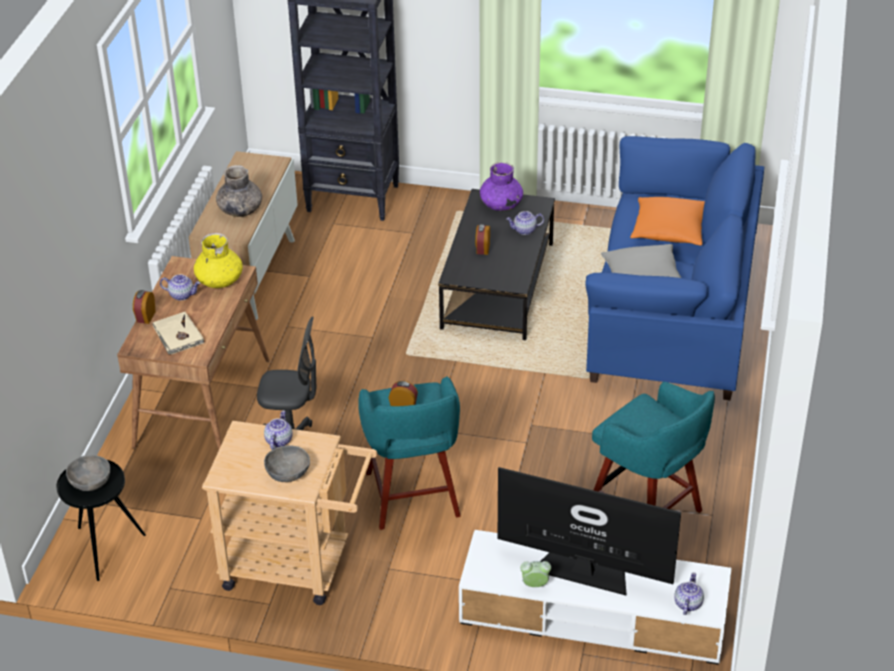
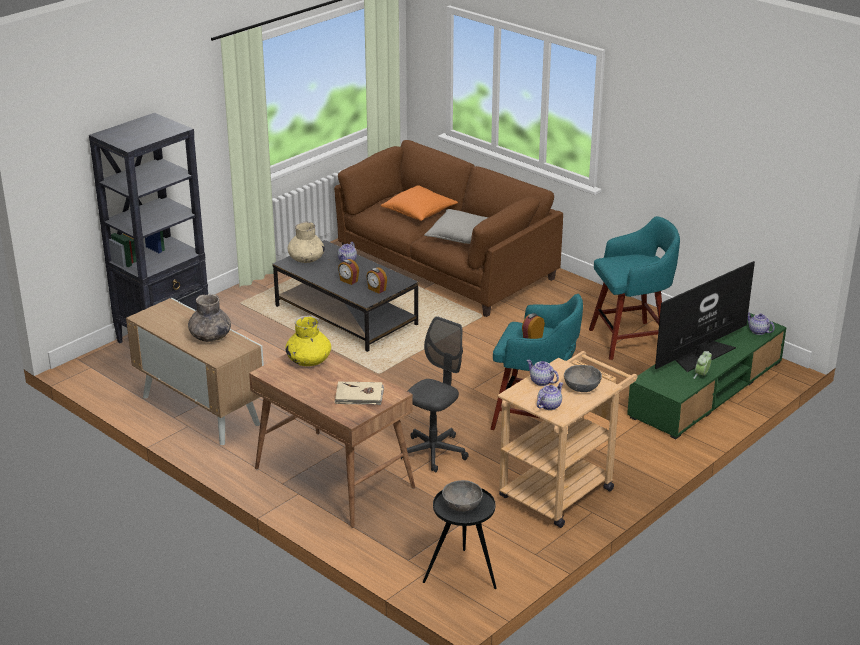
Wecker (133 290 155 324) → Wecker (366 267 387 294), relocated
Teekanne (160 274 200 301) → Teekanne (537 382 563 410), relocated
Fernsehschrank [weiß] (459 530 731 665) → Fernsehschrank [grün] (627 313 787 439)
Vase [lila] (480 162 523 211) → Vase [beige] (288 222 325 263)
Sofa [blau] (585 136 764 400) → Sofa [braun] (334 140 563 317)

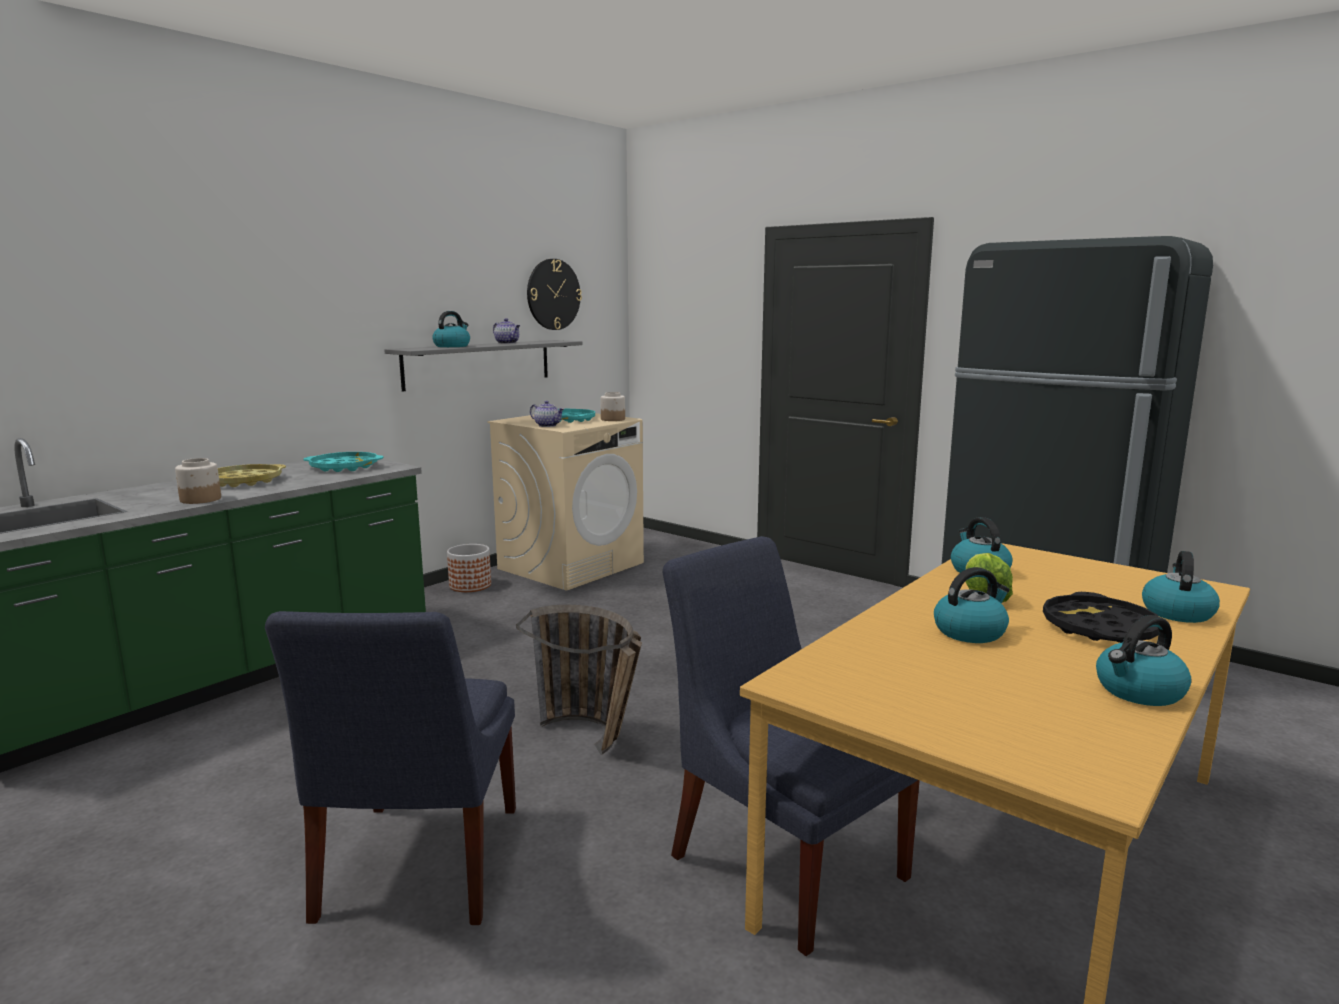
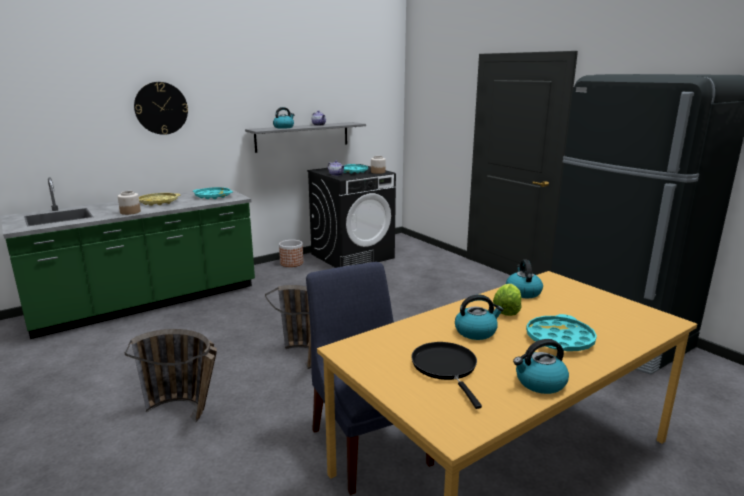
Stuhl [blau] (265 611 516 925) → Korb (125 329 217 422)
Waschmaschine [beige] (487 413 644 591) → Waschmaschine [schwarz] (307 164 396 268)
Wanduhr (527 259 582 330) → Wanduhr (134 82 188 135), relocated
Tablett [schwarz] (1043 592 1159 643) → Tablett [türkis] (526 314 597 351)
Wasserkessel (1142 551 1220 623) → -
- → Pfanne [schwarz] (411 342 482 409)

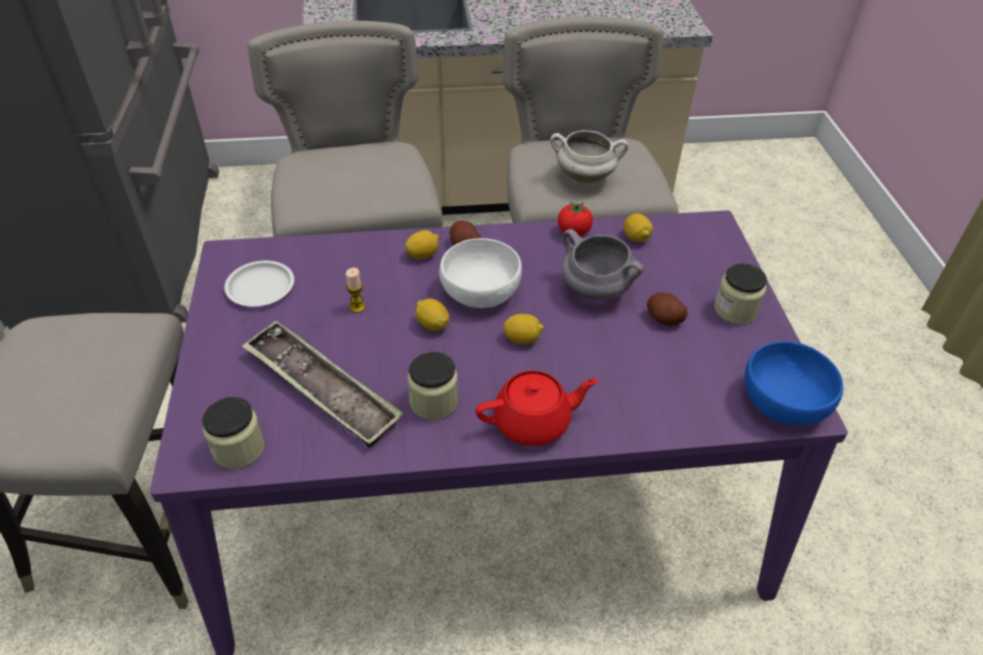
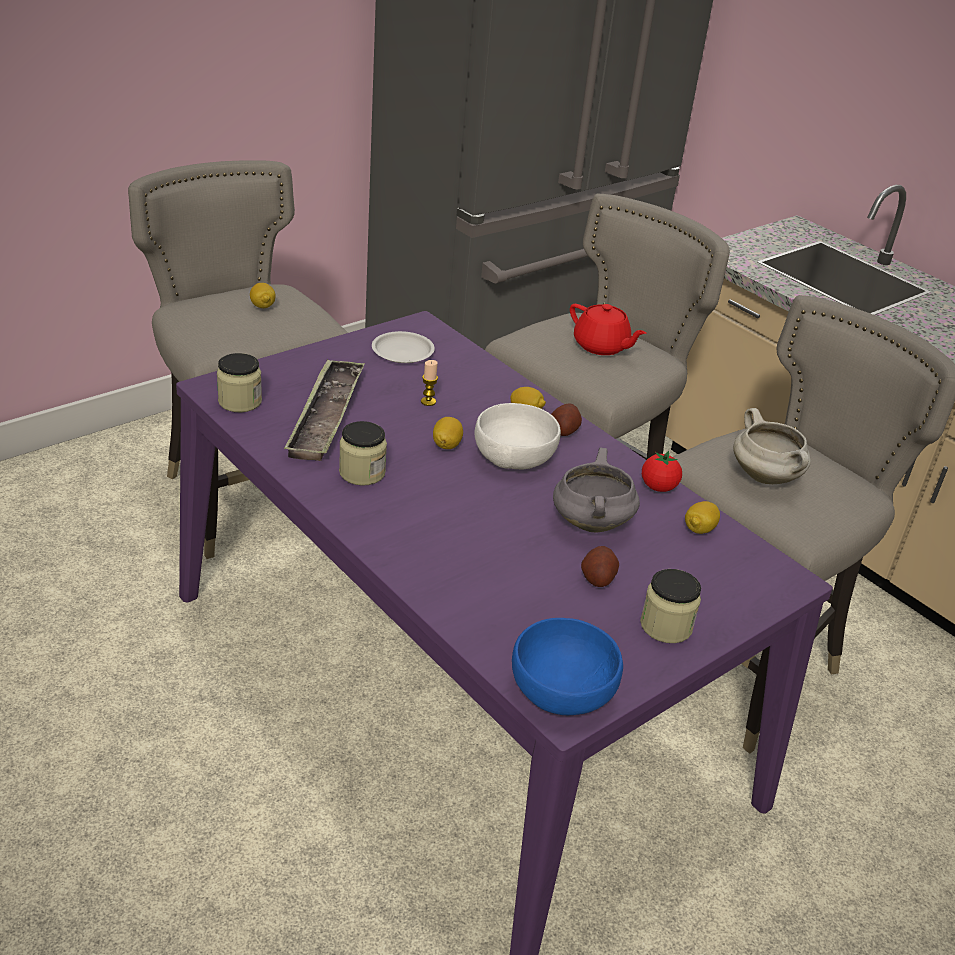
Teekanne [rot] (476 371 598 446) → Teekanne [rot] (570 304 646 355), relocated
Zitrone (504 314 544 344) → Zitrone (250 283 276 308), relocated

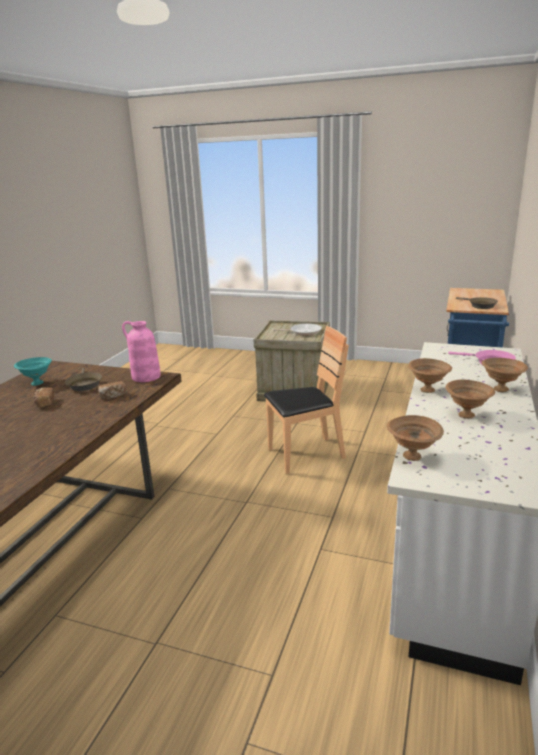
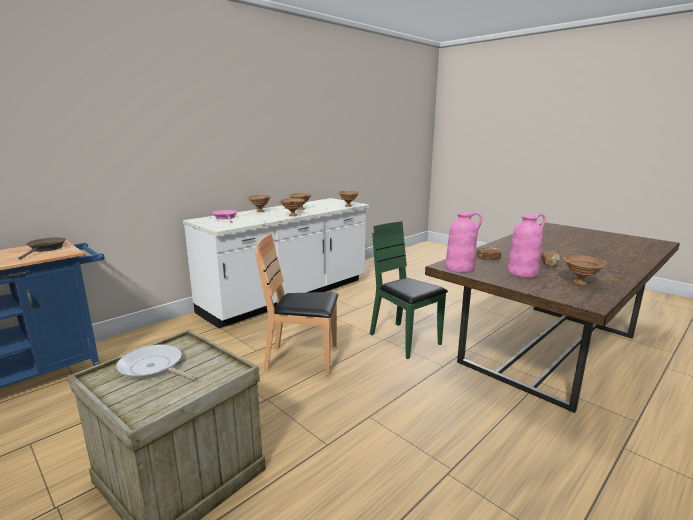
Schüssel [türkis] (14 357 52 386) → Schüssel [braun] (563 255 607 285)
Pfanne [braun] (65 368 102 391) → Vase [rosa] (507 213 546 278)
- → Stuhl [grün] (370 221 448 359)

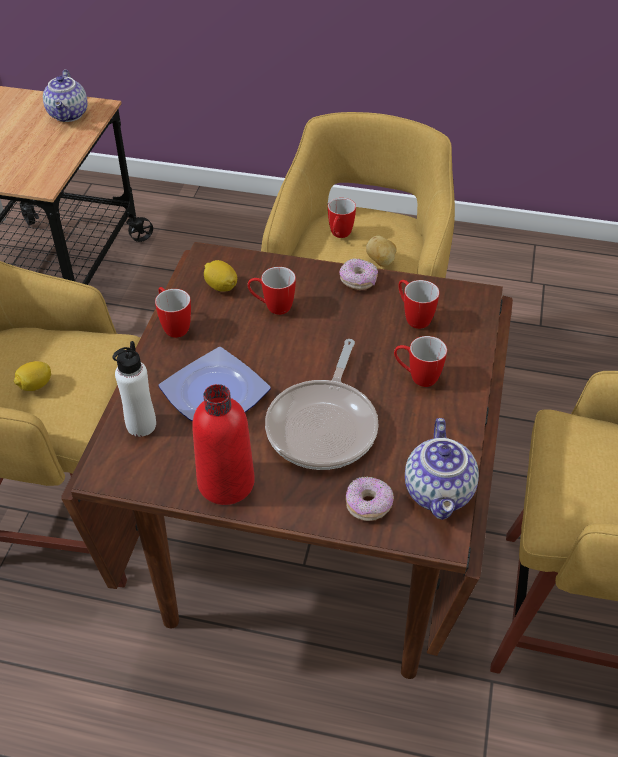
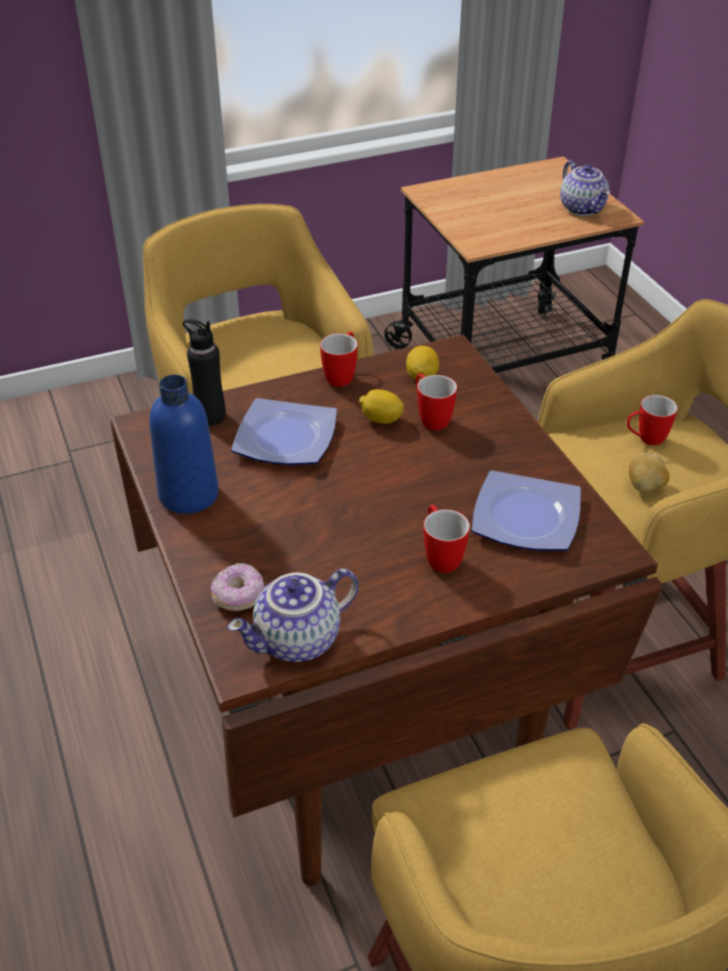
Zitrone (14 361 51 391) → Zitrone (359 389 404 424), relocated
Teekanne (43 69 88 122) → Teekanne (560 160 610 216), 75 degrees counterclockwise
Flasche [weiß] (113 341 156 437) → Flasche [schwarz] (183 319 226 426)
Flasche [rot] (192 384 255 505) → Flasche [blau] (149 375 219 514)
Pfanne (265 339 378 470) → -
Donut (339 258 378 290) → -
Henkelbecher (398 280 440 329) → Teller (472 470 581 551)

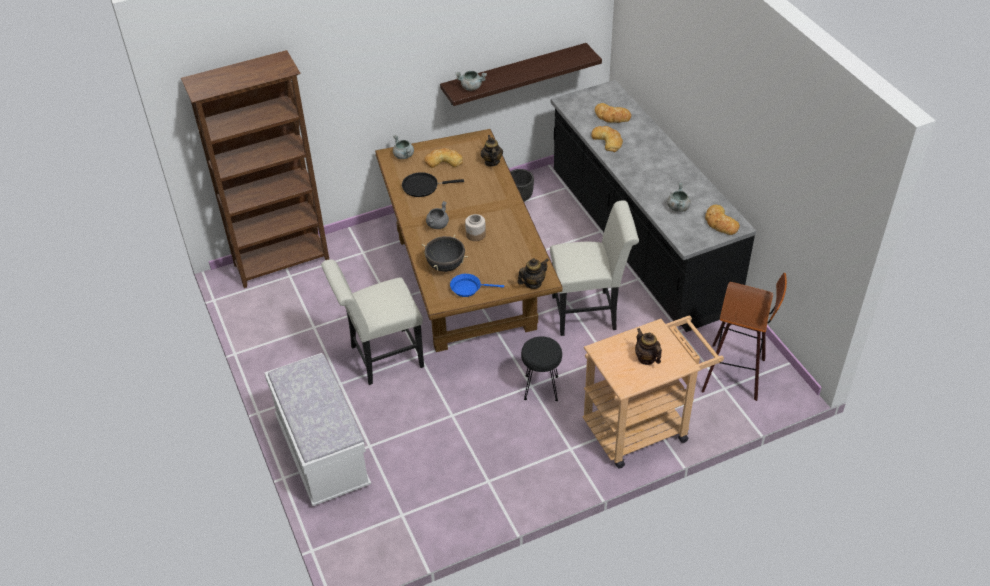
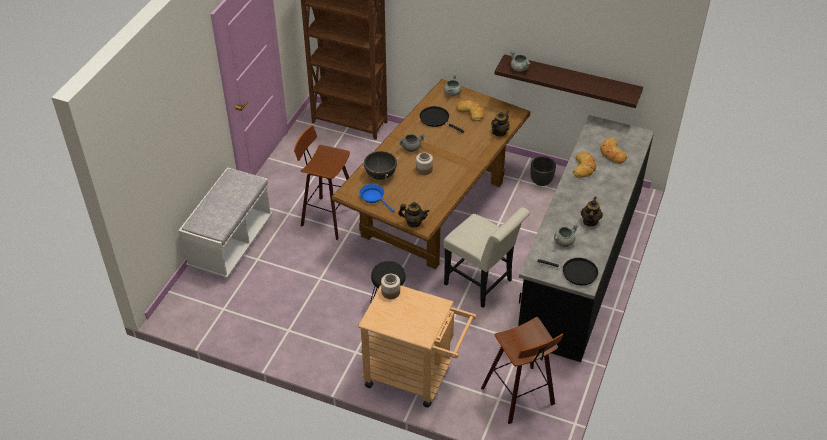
Stuhl [weiß] (321 259 424 385) → Hocker (294 125 350 240)
Teekanne (635 328 662 365) → Teekanne (581 196 603 226), relocated
Brot (705 205 740 235) → Pfanne [schwarz] (537 258 598 285)
- → Vorratsglas (381 274 400 299)

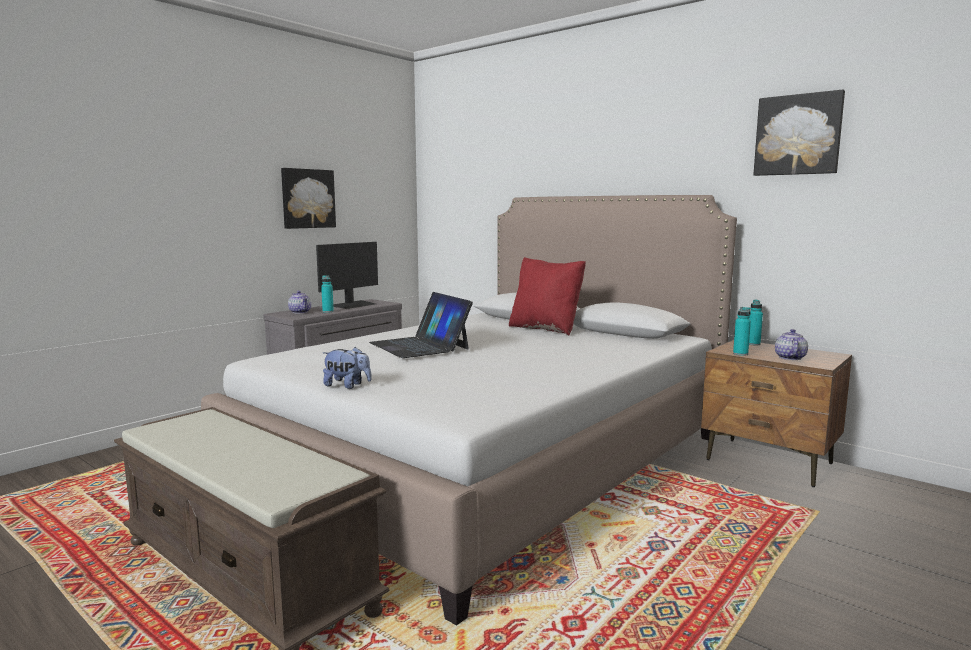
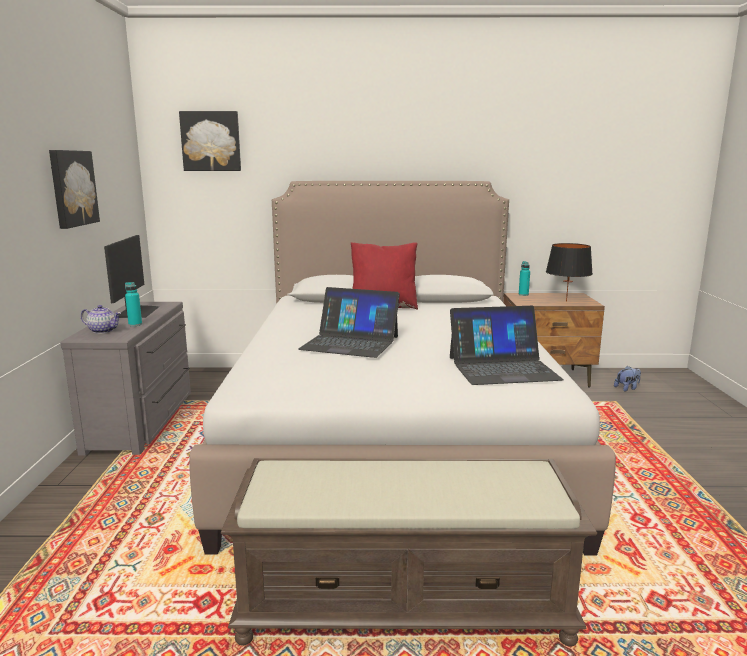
Plüschtier (323 347 372 389) → Plüschtier (614 366 641 391), relocated
Flasche [türkis] (733 307 751 356) → -
Bild (754 90 845 176) → Bild (179 111 241 171), relocated
Teekanne (775 329 808 360) → Tischlampe [schwarz] (546 243 593 302)
- → Laptop (450 306 564 385)

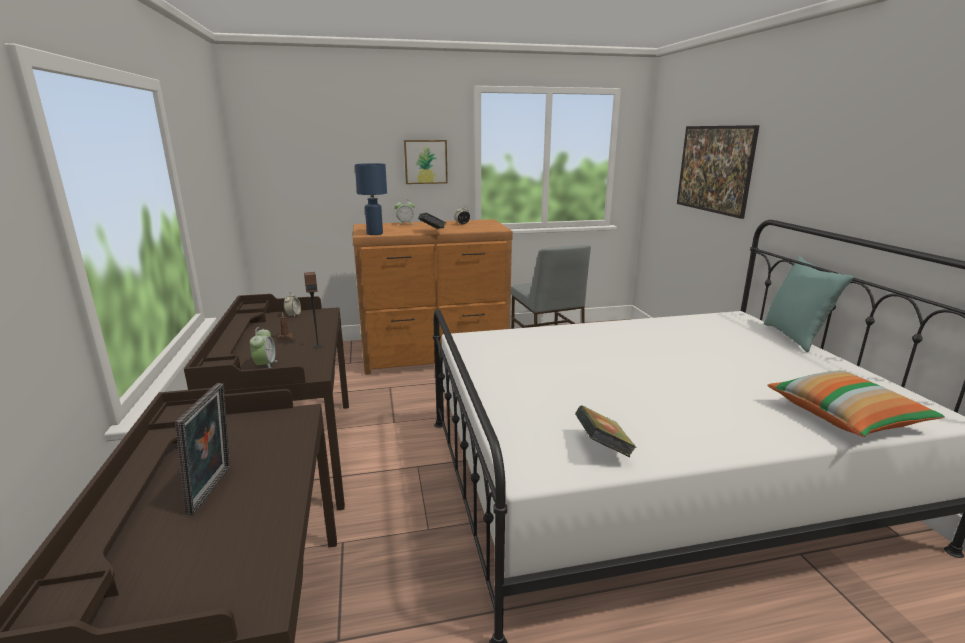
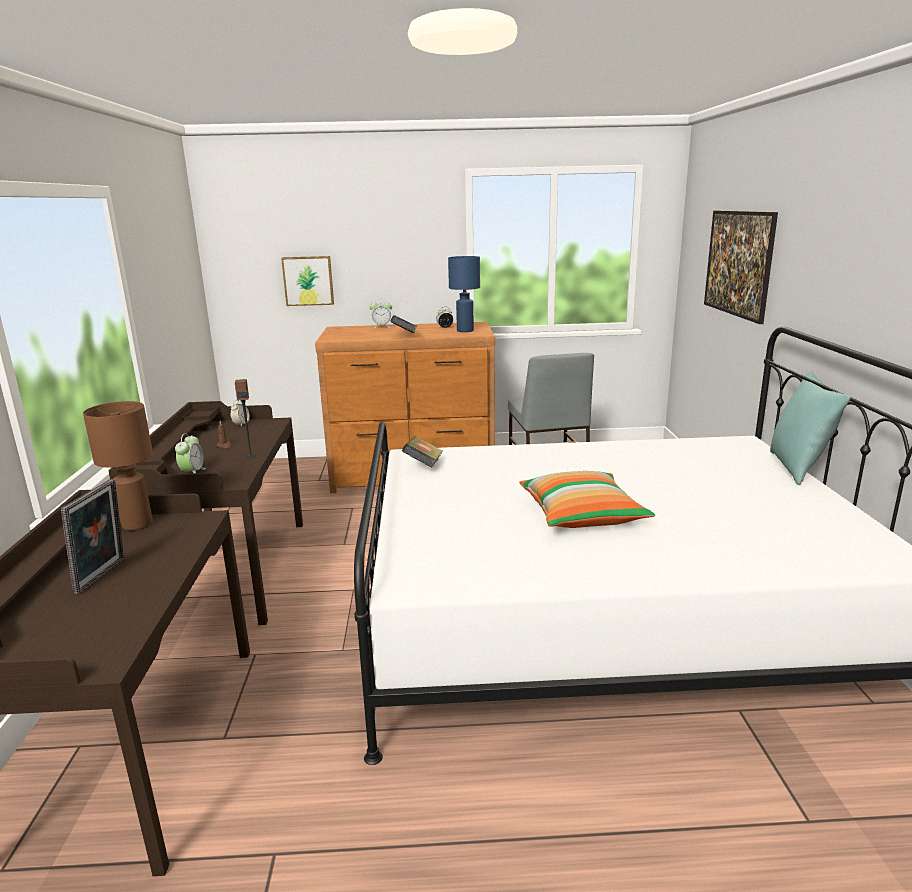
Tischlampe [blau] (355 163 387 235) → Tischlampe [blau] (448 256 480 332), relocated
Bild (404 140 448 184) → Bild (281 256 334 306), relocated
Buch (575 405 637 457) → Buch (402 436 443 468), relocated
Kissen (767 370 945 437) → Kissen (519 471 655 528), relocated
- → Tischlampe [braun] (83 401 153 531)

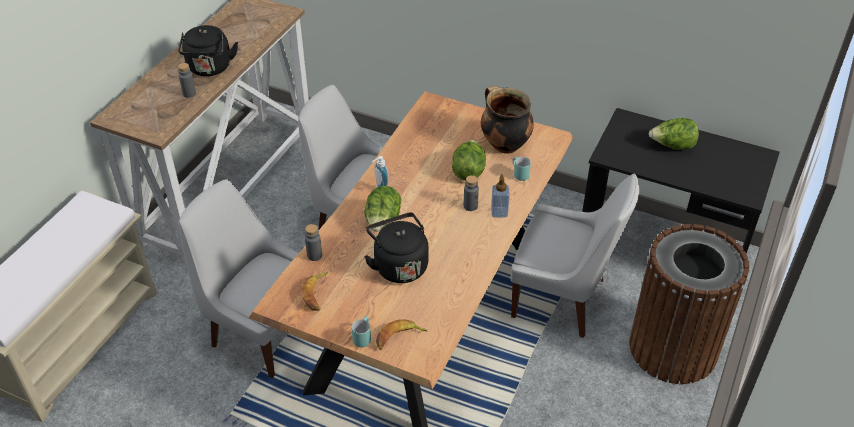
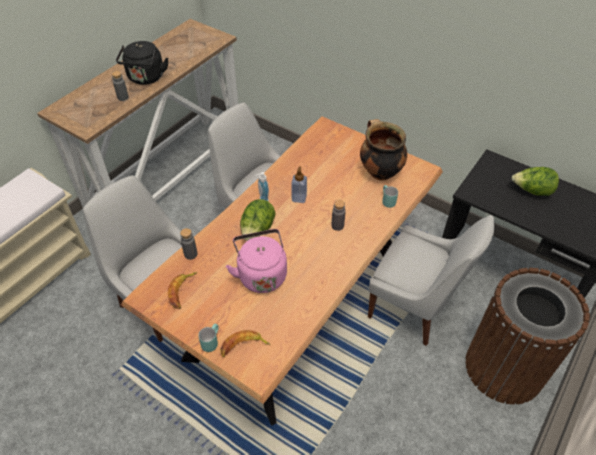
Wasserkessel [schwarz] (364 213 428 283) → Wasserkessel [rosa] (226 229 287 293)
Salatkopf (452 140 486 181) → -
Seifenspender (491 174 510 217) → Seifenspender (291 166 307 203), relocated

